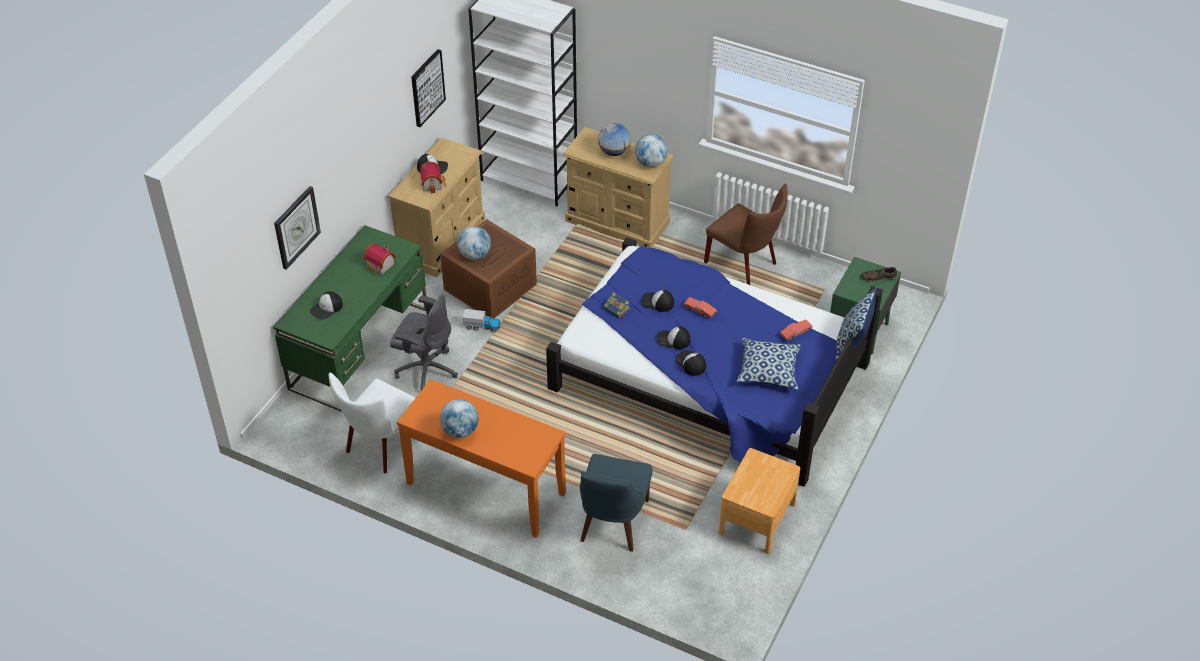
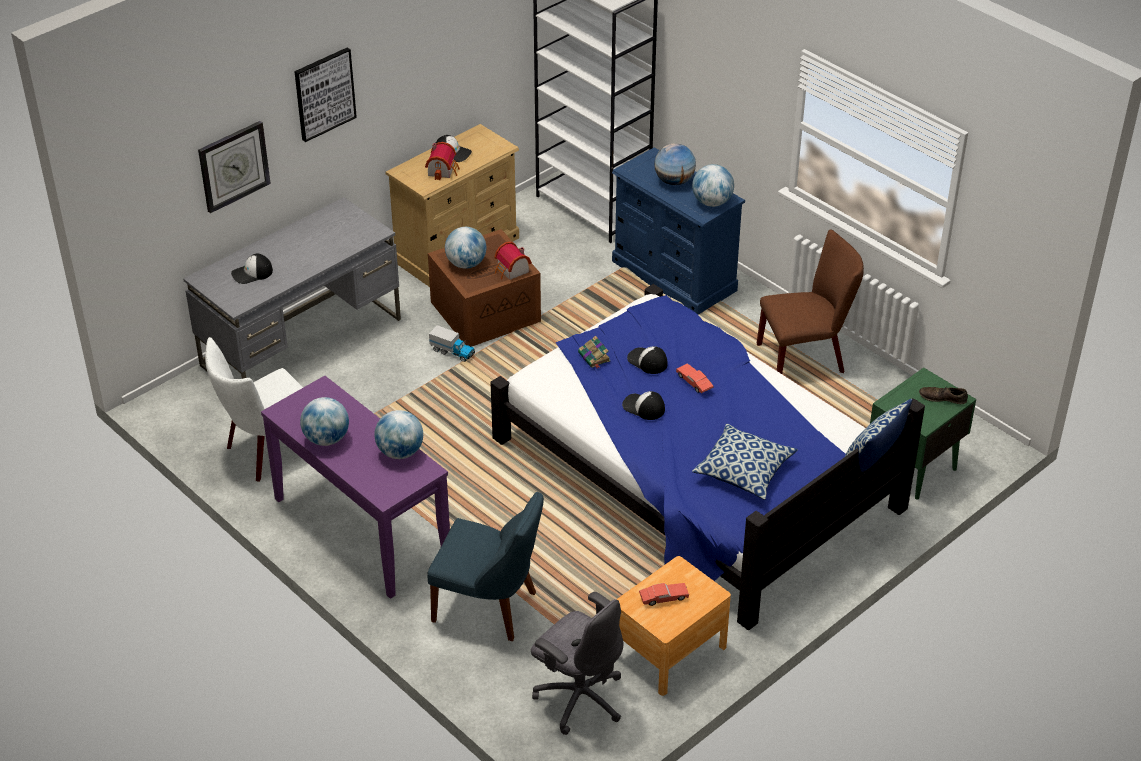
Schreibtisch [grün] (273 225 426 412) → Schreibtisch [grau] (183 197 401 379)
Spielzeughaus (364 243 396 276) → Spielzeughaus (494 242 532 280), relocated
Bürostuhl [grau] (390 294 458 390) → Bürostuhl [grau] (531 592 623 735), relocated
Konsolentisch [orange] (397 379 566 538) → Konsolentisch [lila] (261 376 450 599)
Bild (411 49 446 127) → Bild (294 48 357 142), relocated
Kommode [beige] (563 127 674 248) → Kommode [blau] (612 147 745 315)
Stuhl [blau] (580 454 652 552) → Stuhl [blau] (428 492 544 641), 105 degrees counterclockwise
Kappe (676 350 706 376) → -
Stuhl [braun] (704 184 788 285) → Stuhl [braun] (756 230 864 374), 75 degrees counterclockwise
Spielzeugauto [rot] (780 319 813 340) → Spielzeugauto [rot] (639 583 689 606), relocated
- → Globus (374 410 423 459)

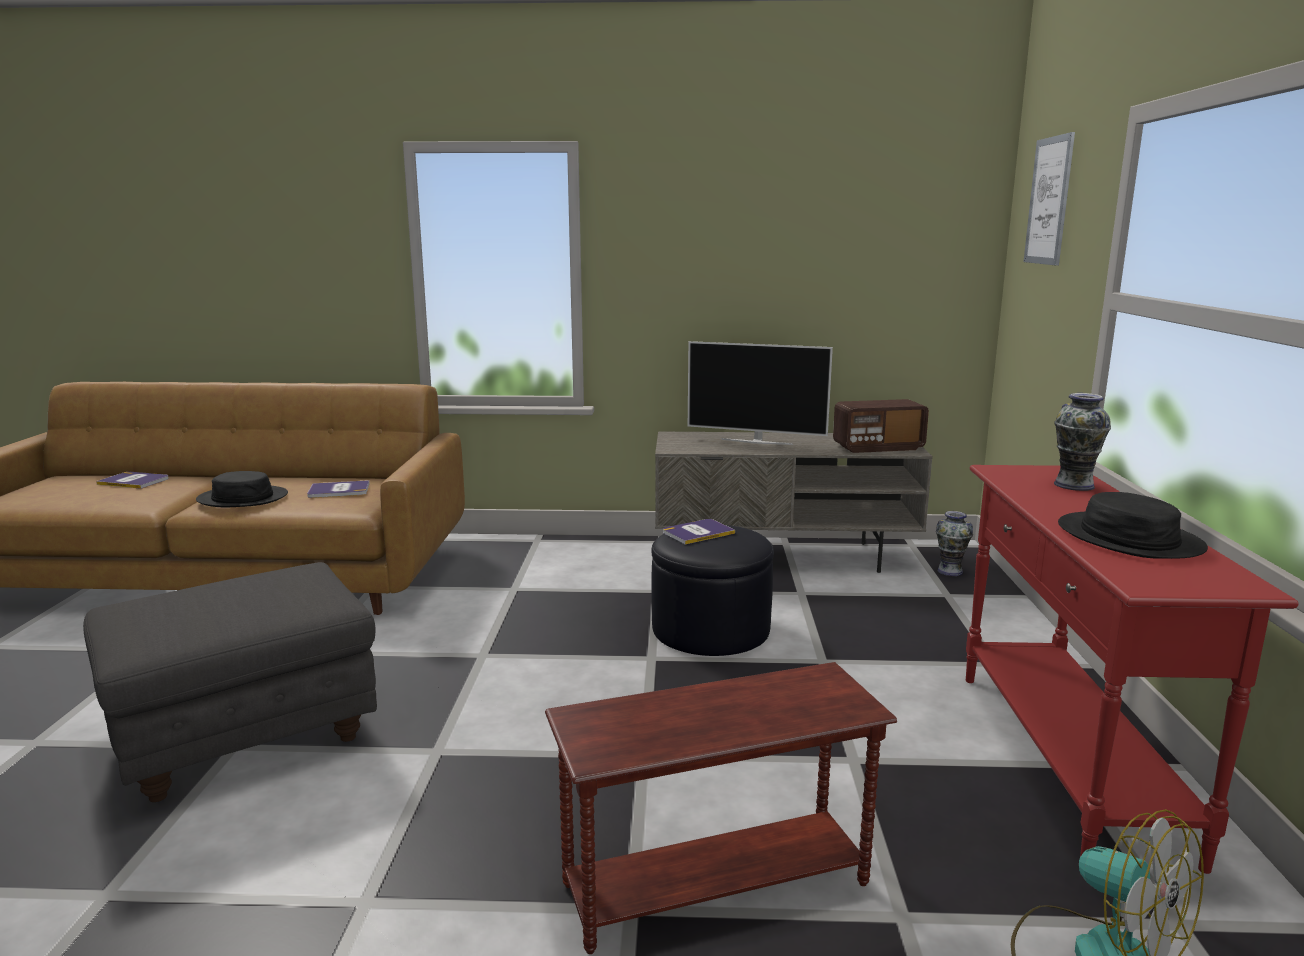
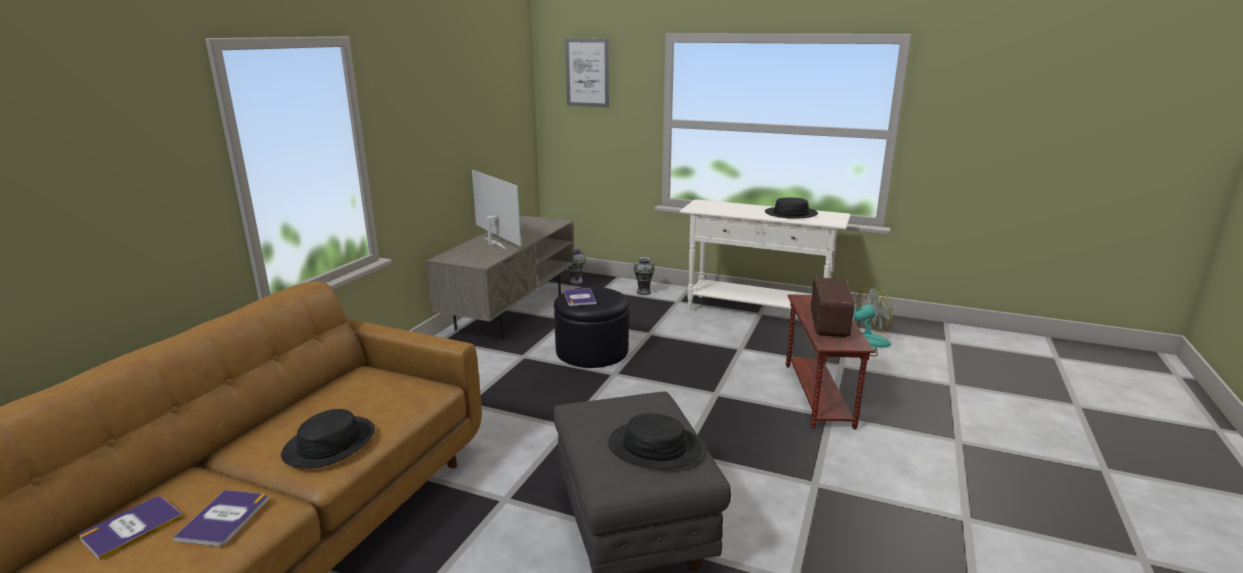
Buch (307 480 370 498) → Buch (173 490 268 546), relocated
Fernseher (688 341 833 445) → Fernseher (472 170 521 250), 75 degrees counterclockwise
Radio (833 399 929 453) → Radio (811 277 855 337), relocated
Konsolentisch [rot] (966 465 1298 874) → Konsolentisch [weiß] (680 199 851 311)
Vase (1054 393 1111 491) → Vase (634 257 654 295), relocated
- → Hut [schwarz] (608 413 702 469)

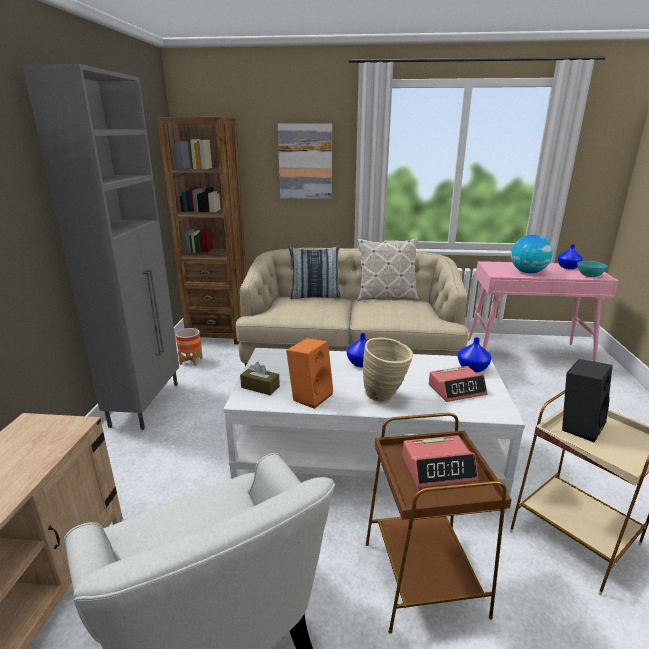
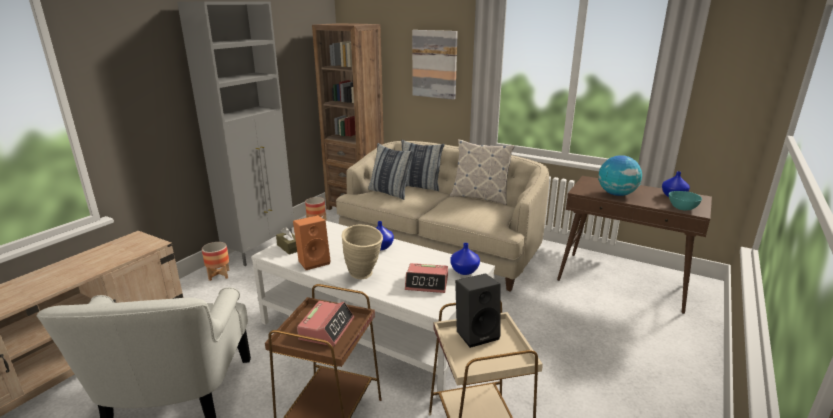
Wecker (402 435 478 488) → Wecker (297 301 354 346), 90 degrees counterclockwise
Konsolentisch [rosa] (468 261 619 362) → Konsolentisch [braun] (557 176 712 314)
- → Pflanzkübel (202 242 229 281)
- → Kissen (368 143 414 200)

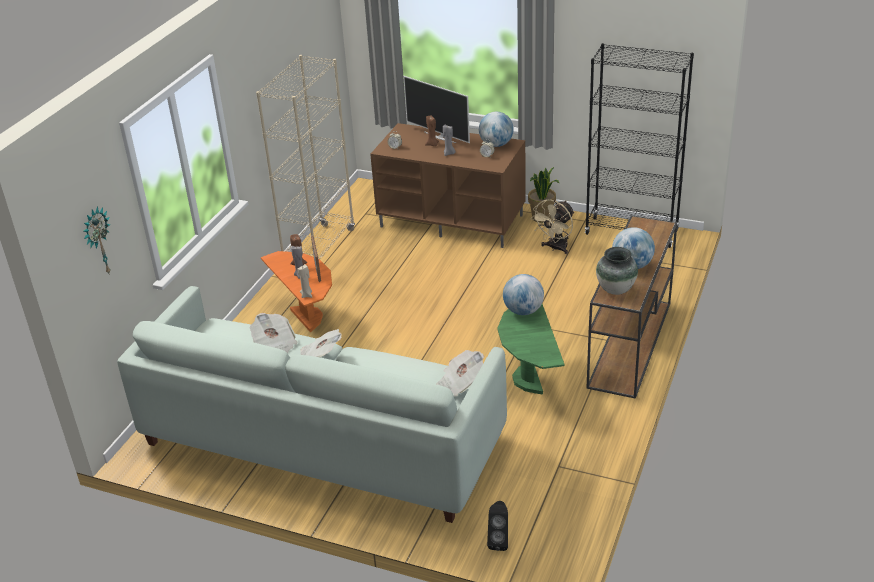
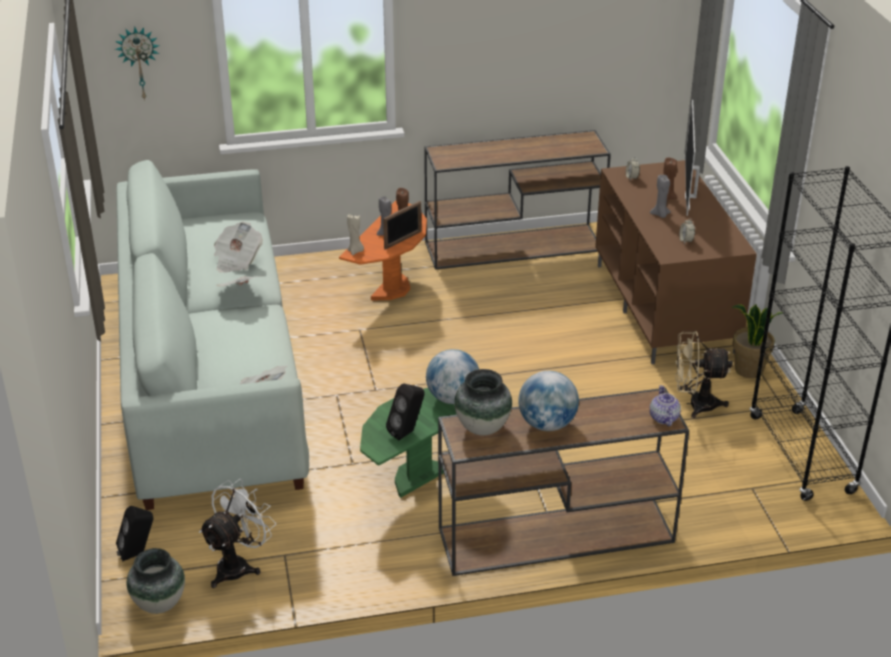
Bücherregal [beige] (256 55 355 259) → Konsolentisch [braun] (425 130 611 270)
Globus (479 112 514 147) → -
- → Vase (127 548 185 614)
- → Ventilator [weiß] (199 479 276 588)
- → Lautsprecher [schwarz] (386 384 425 441)
- → Teekanne (650 385 681 426)

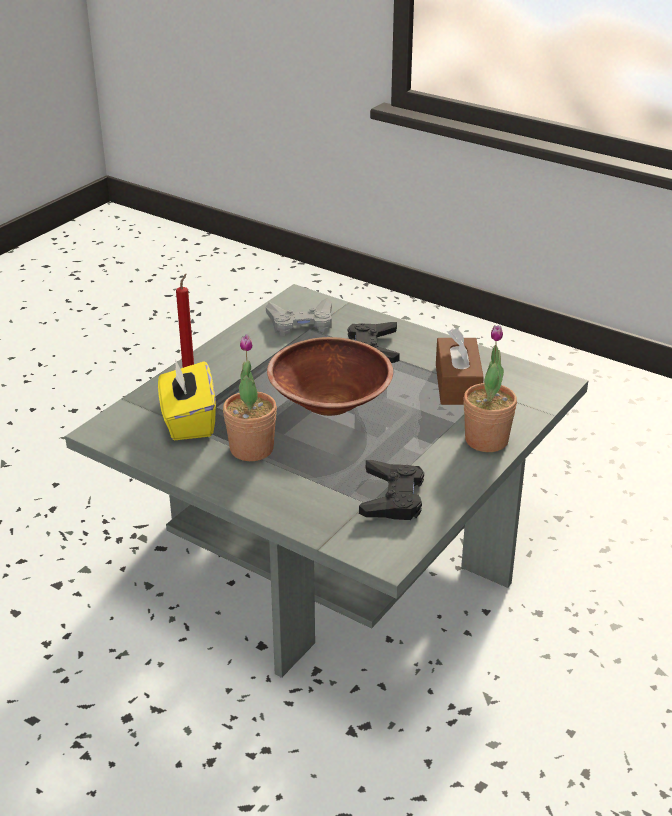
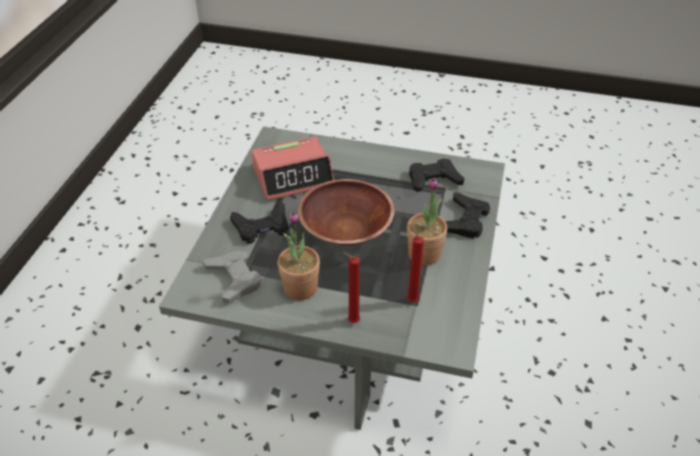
Taschentuchbox [gelb] (158 359 216 440) → Kerze [rot] (407 226 424 303)
Taschentuchbox [braun] (436 328 484 405) → Wecker (252 137 334 201)
Topfpflanze (463 325 517 452) → Topfpflanze (278 211 320 300), relocated
- → Gamepad [schwarz] (445 192 490 239)

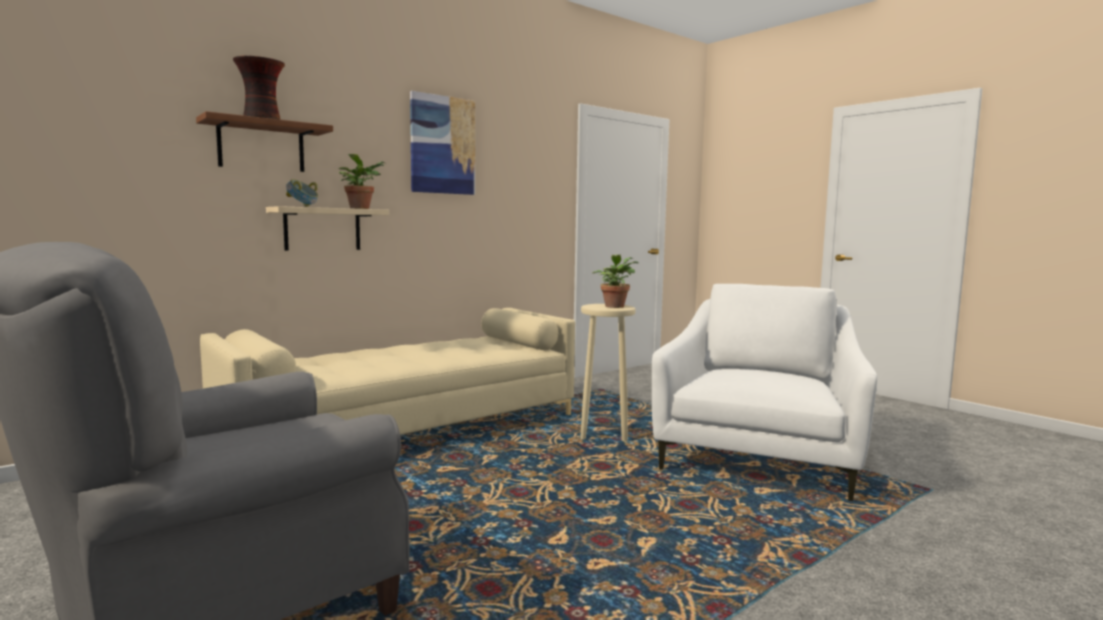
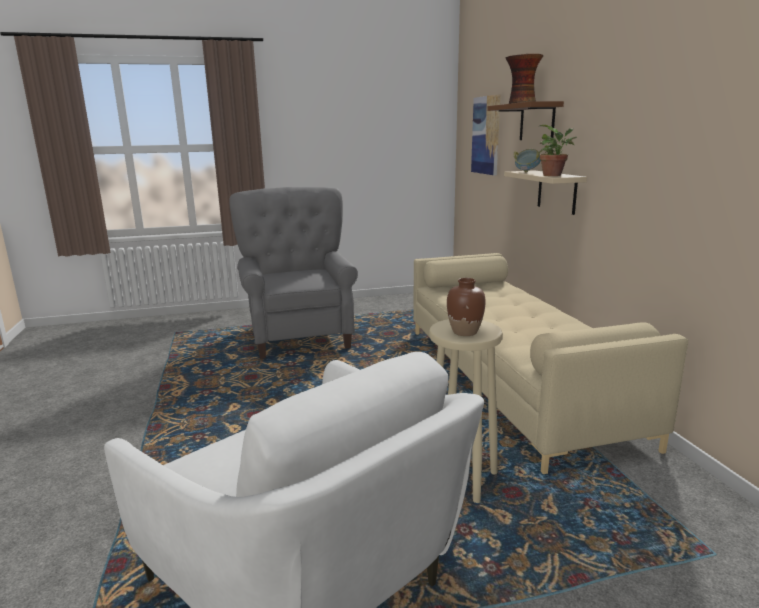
Bild (410 91 475 195) → Bild (471 94 501 175), relocated
Topfpflanze (593 255 639 308) → Vase [braun] (447 278 486 336)

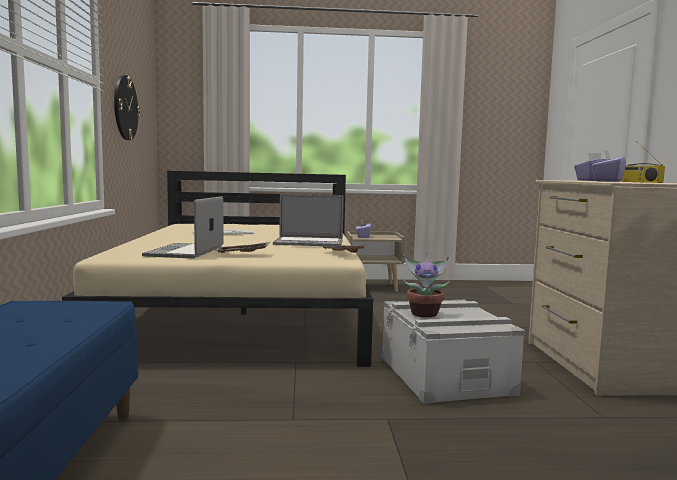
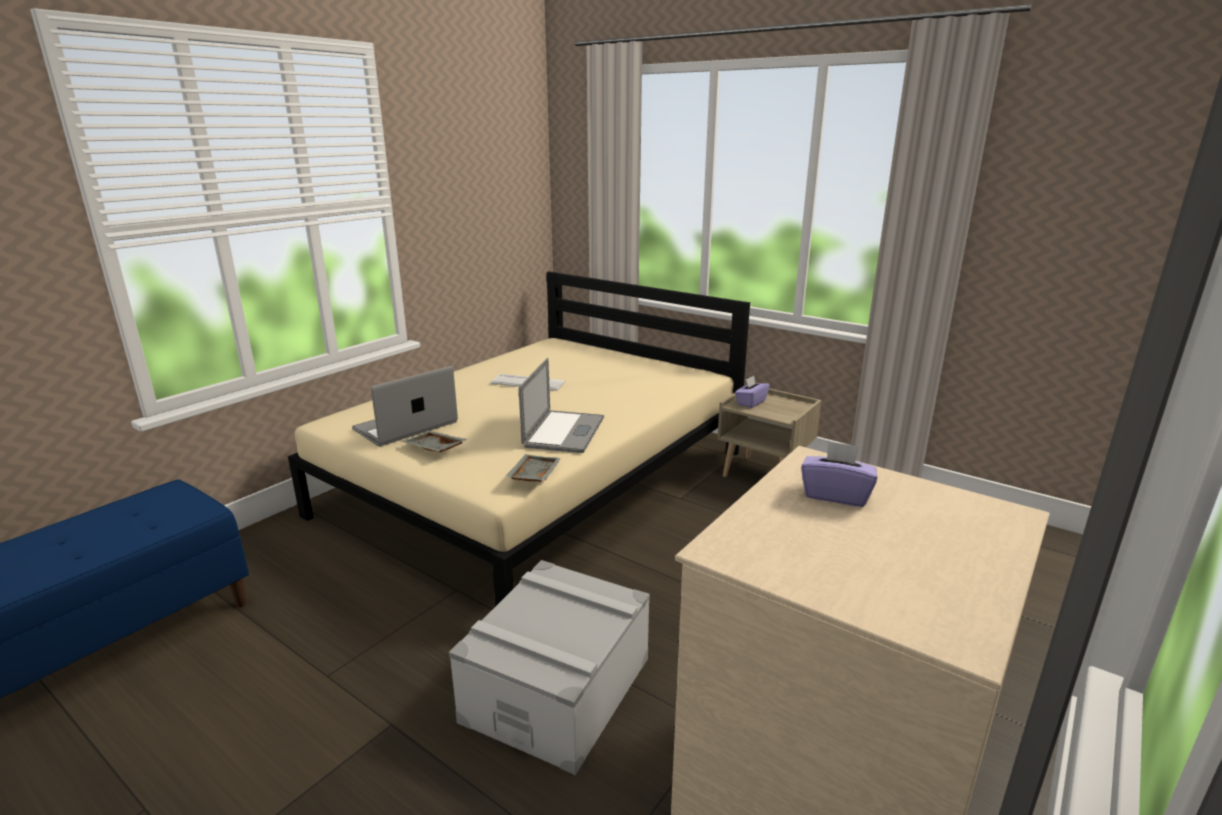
Wanduhr (114 75 140 140) → -
Laptop (273 194 344 246) → Laptop (519 358 604 453), 120 degrees counterclockwise
Topfpflanze (402 253 450 318) → -
Taschentuchbox [lila] (592 150 626 182) → -
Radio (622 141 665 183) → -

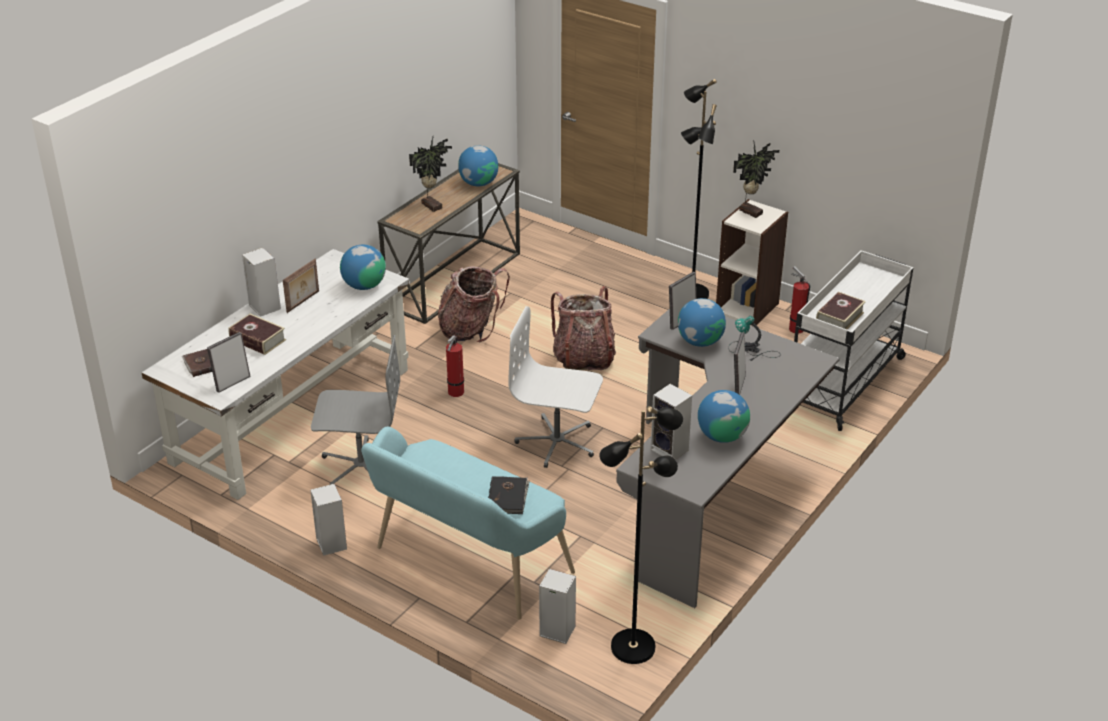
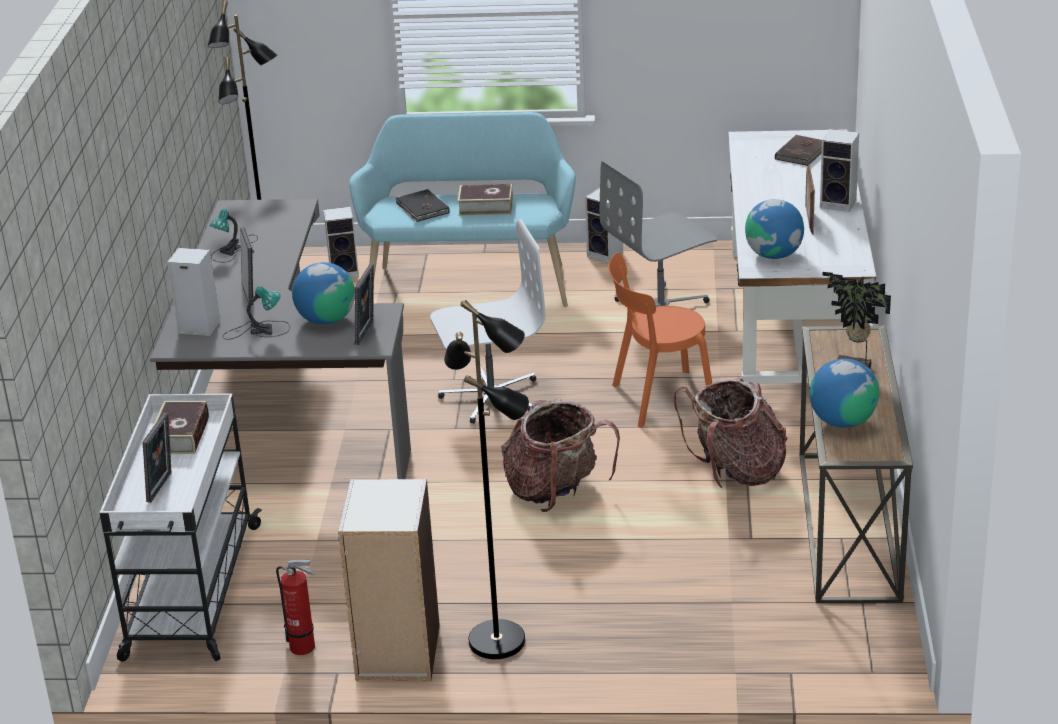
Bilderrahmen (207 332 250 393) → Bilderrahmen (143 413 172 503), relocated
Buch (229 314 286 355) → Buch (458 184 513 216), relocated
Feuerlöscher (446 336 464 397) → Stuhl [orange] (608 252 712 428)
Lautsprecher (651 384 692 460) → Lautsprecher (167 248 220 336), relocated
Globus (698 390 750 443) → Tischlampe (210 209 258 262)
Topfpflanze (733 143 779 218) → -

